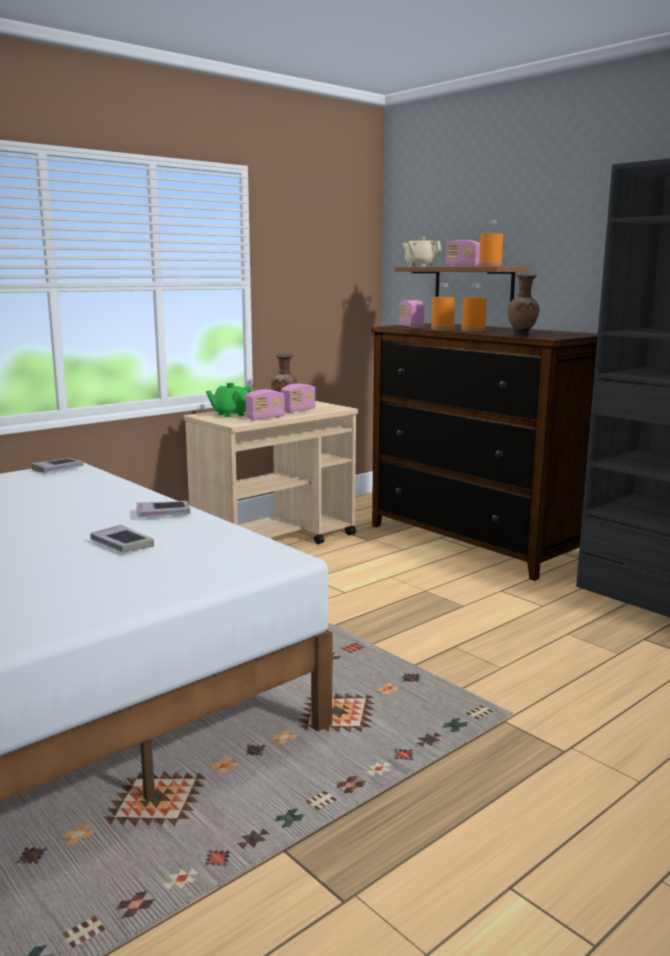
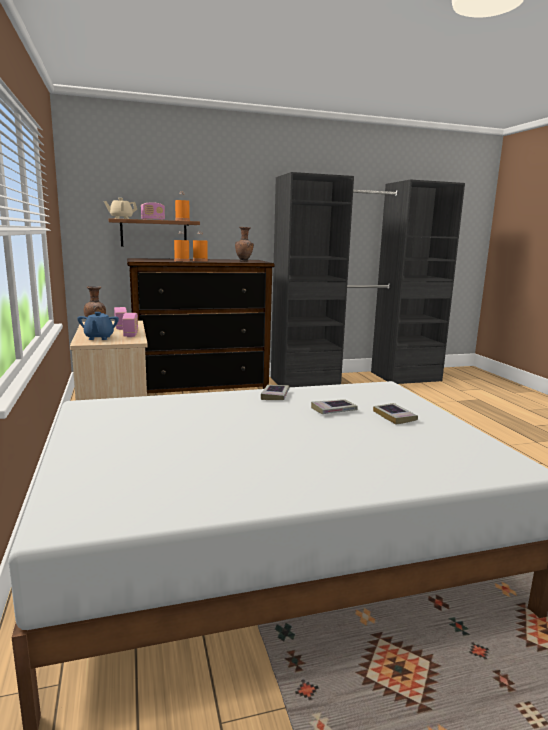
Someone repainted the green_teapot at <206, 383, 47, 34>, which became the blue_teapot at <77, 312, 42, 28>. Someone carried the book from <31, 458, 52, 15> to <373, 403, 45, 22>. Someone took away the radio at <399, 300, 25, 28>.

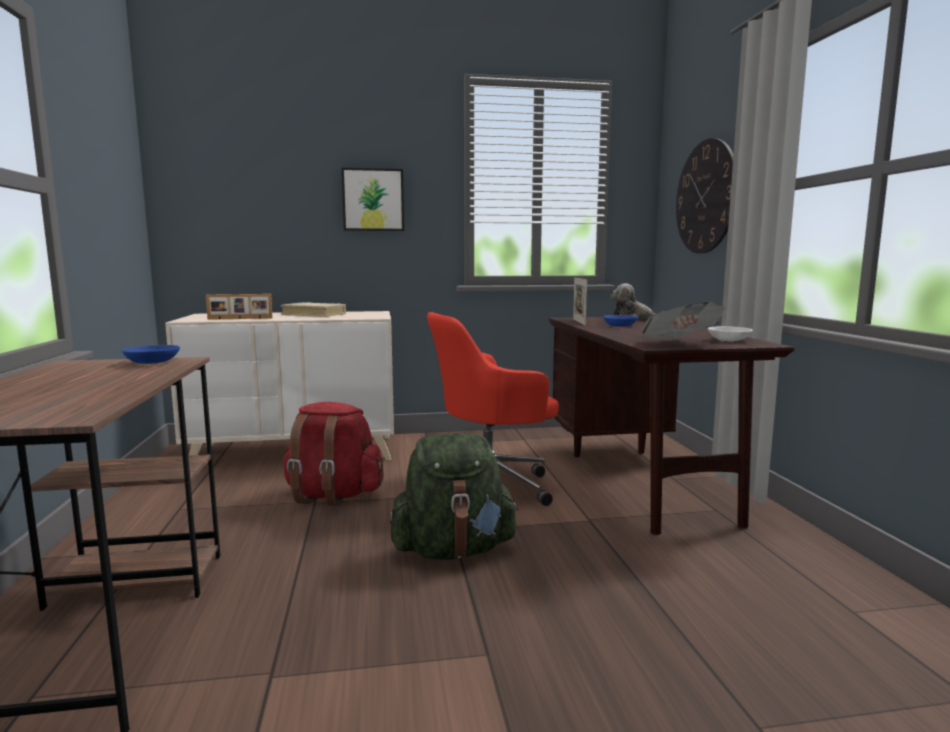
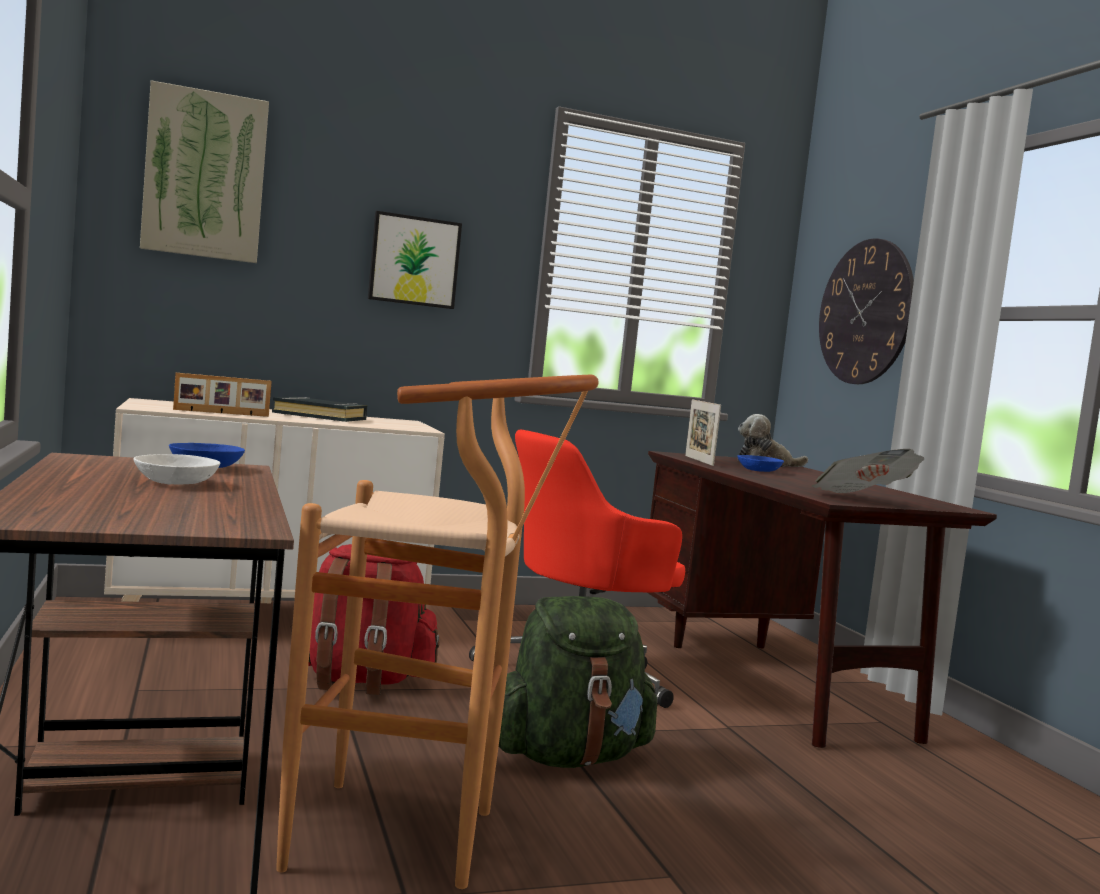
Someone carried the white_bowl from <708, 326, 45, 15> to <133, 454, 87, 30>. Someone put up the picture at <140, 80, 129, 183>. Someone repainted the beige_book at <281, 302, 65, 15>, which became the black_book at <272, 397, 95, 25>. Someone put down the brown_stool at <276, 375, 323, 514>.

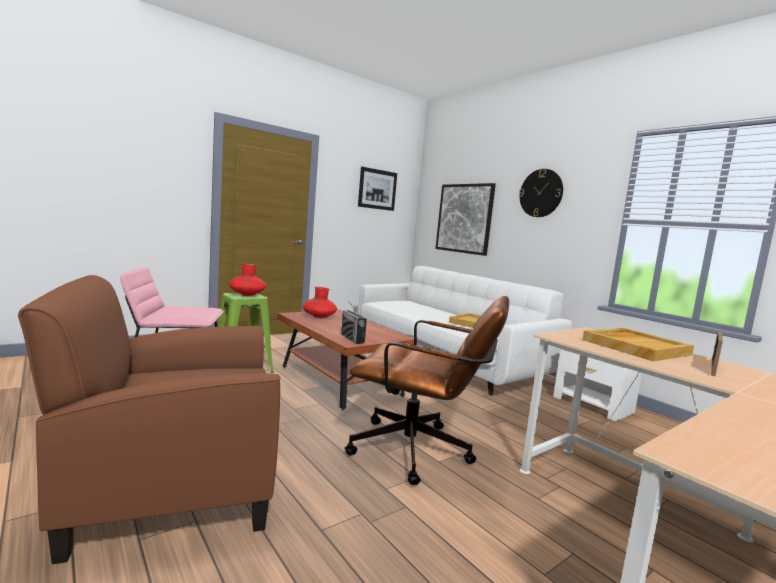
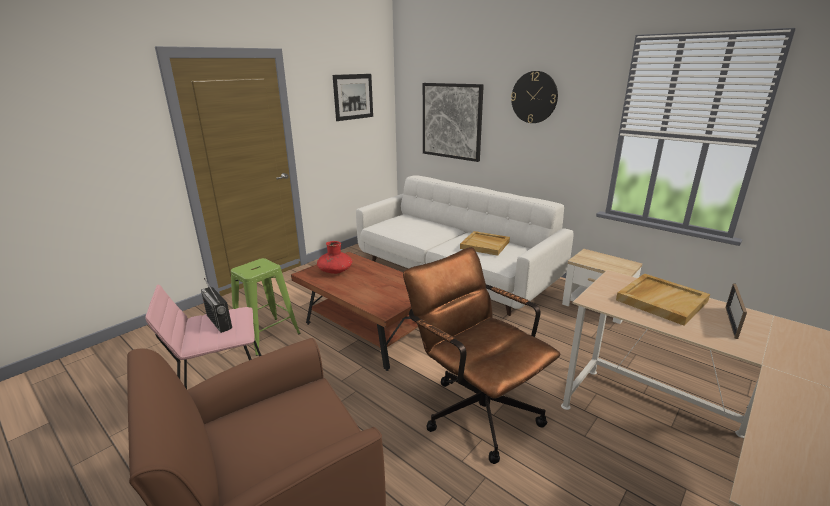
Someone carried the radio from <341, 302, 26, 42> to <201, 278, 31, 55>. Someone rotated the brown_office_chair at <345, 296, 164, 189> by 135 degrees counterclockwise. Someone took away the red_vase at <229, 264, 37, 32>.

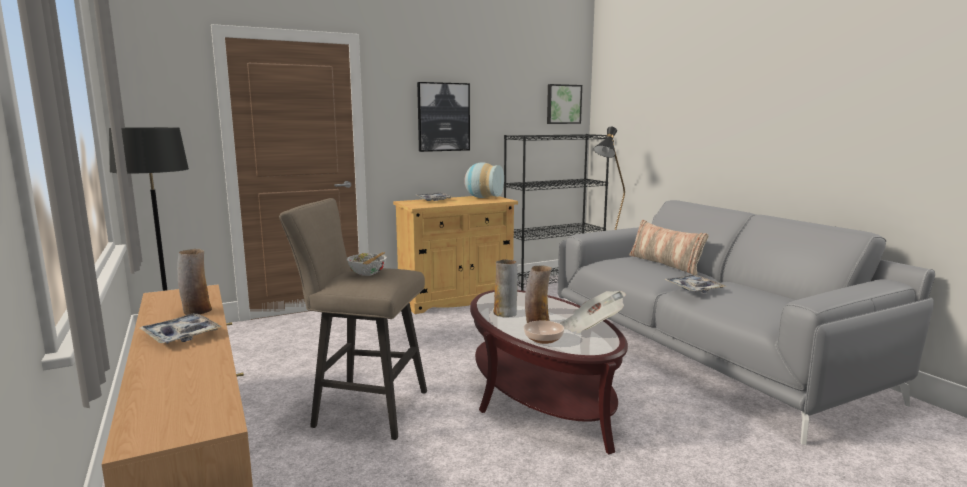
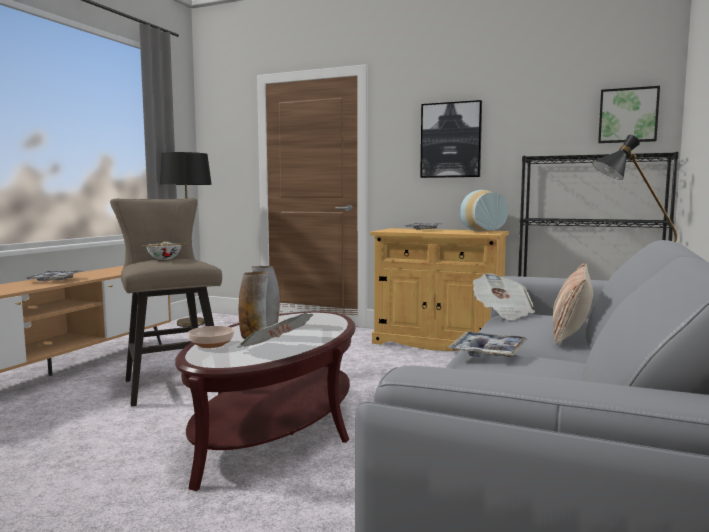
Someone put down the newspaper at <473, 273, 62, 47>. Someone took away the vase at <177, 249, 35, 66>.

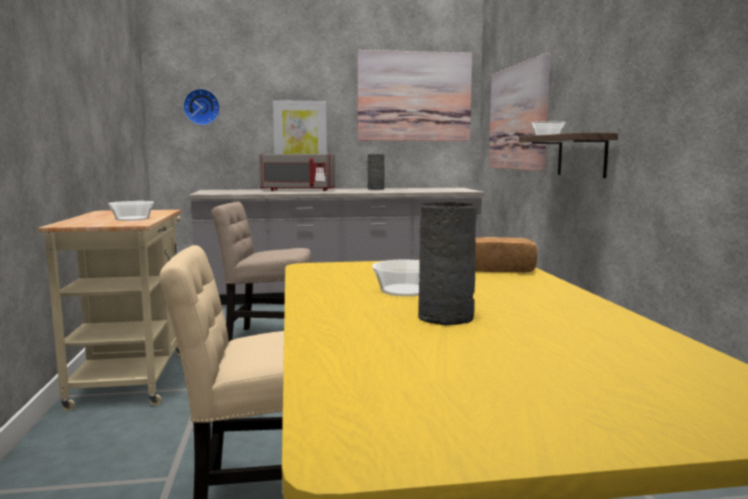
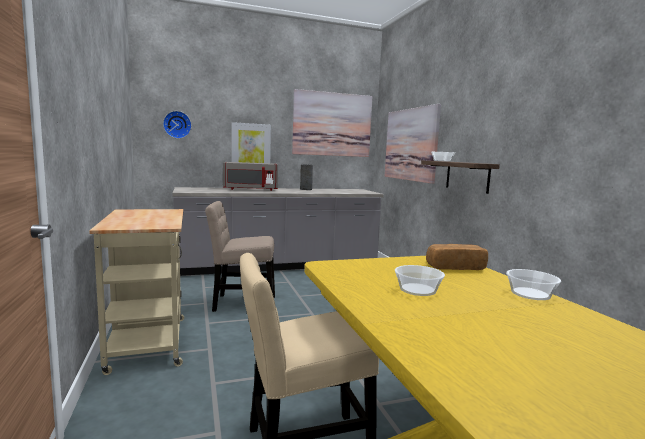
Someone carried the bowl from <108, 201, 46, 20> to <506, 269, 55, 31>. Someone took away the grey_vase at <418, 202, 59, 123>.

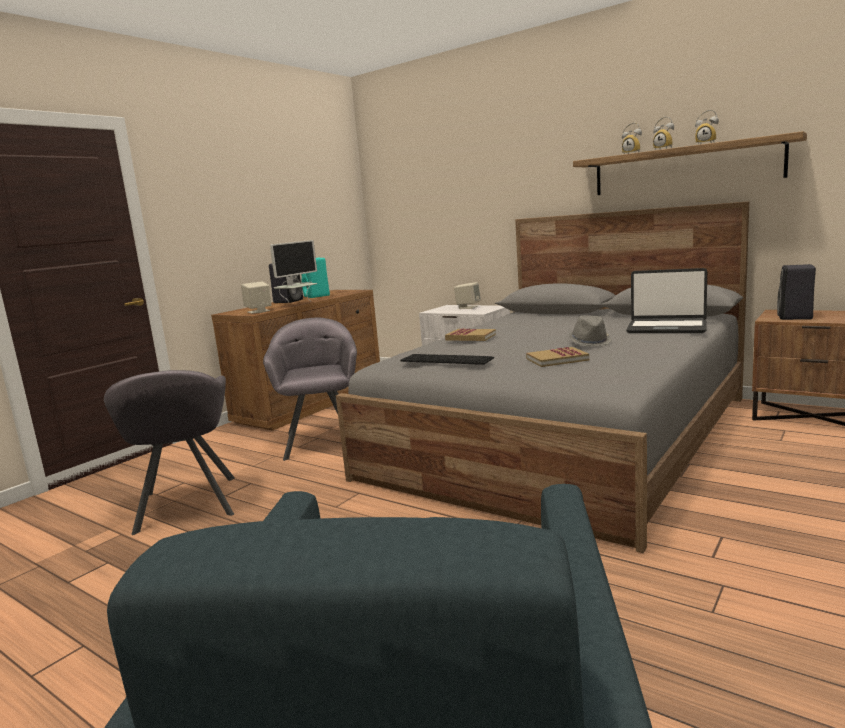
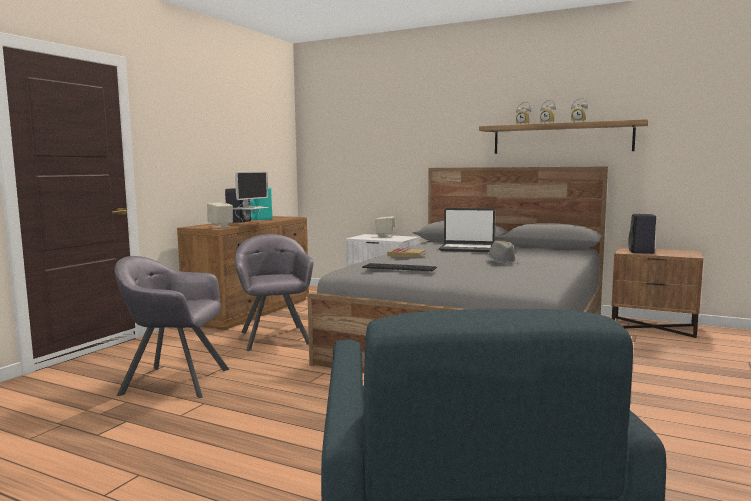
Someone rotated the grey_armchair at <104, 370, 131, 165> by 120 degrees clockwise. Someone carried the laptop from <626, 268, 81, 65> to <439, 208, 56, 44>. Someone took away the book at <526, 347, 63, 20>.

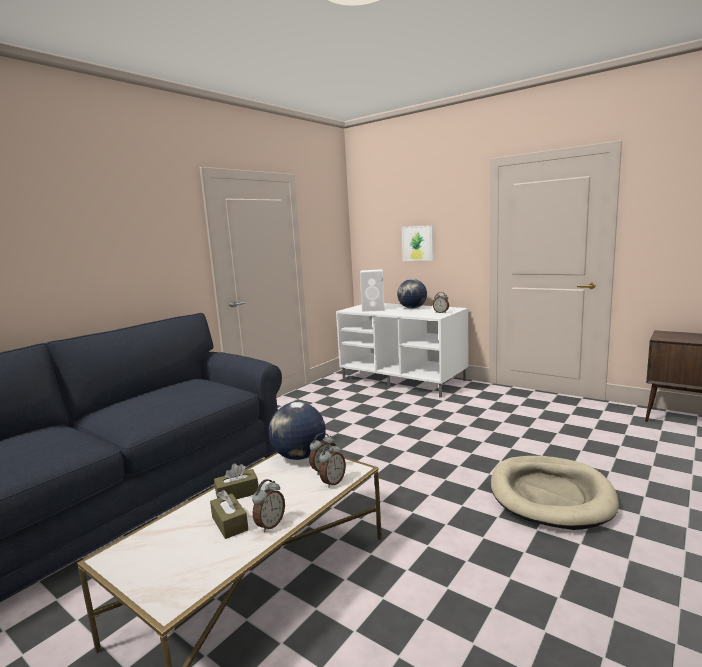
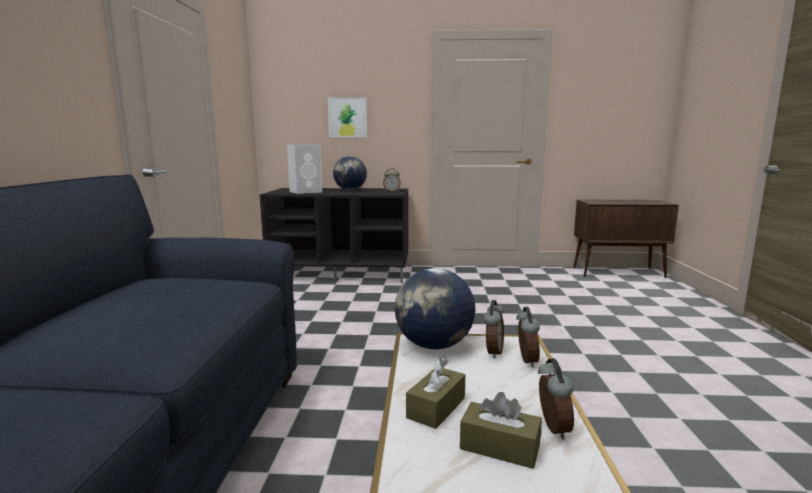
Someone repainted the white_tv_stand at <336, 303, 132, 95>, which became the black_tv_stand at <260, 188, 148, 95>. Someone took away the beige_dog_bed at <491, 456, 128, 74>.

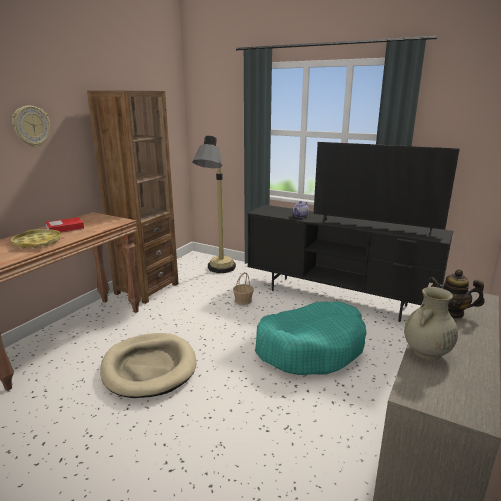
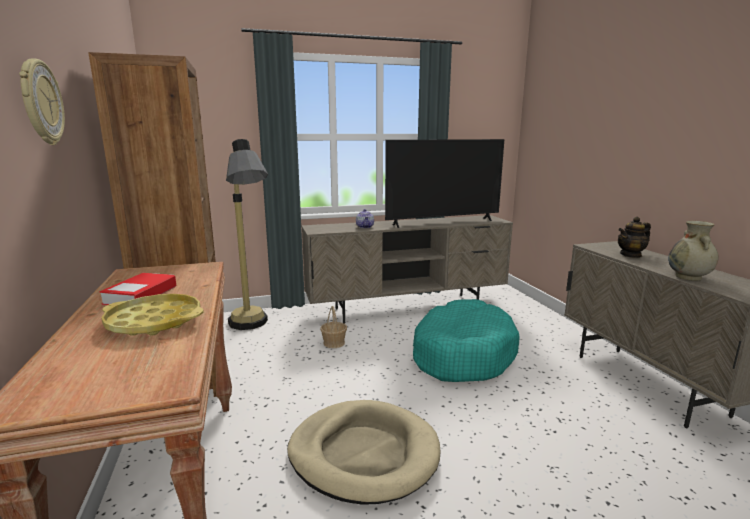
Someone repainted the black_tv_stand at <247, 205, 206, 117>, which became the beige_tv_stand at <302, 215, 211, 109>.

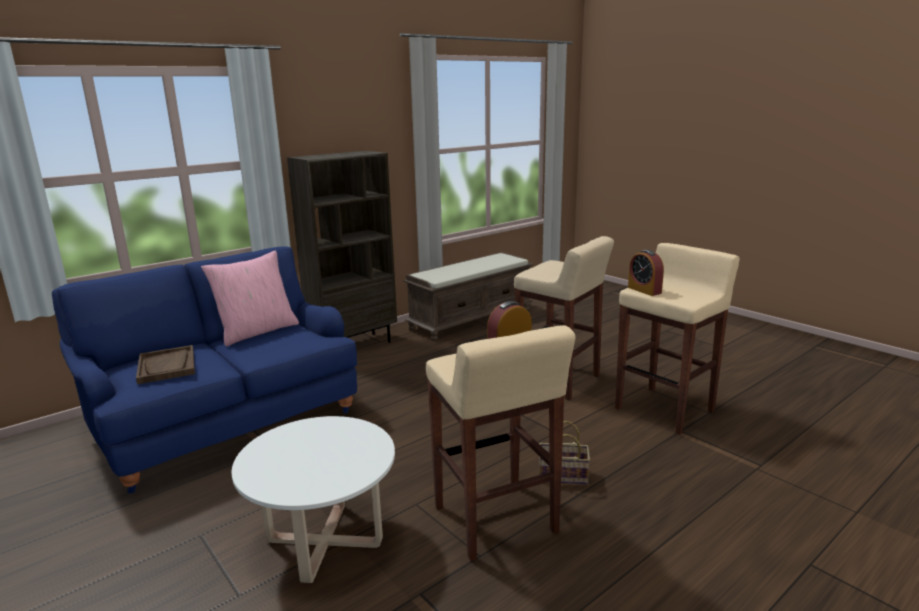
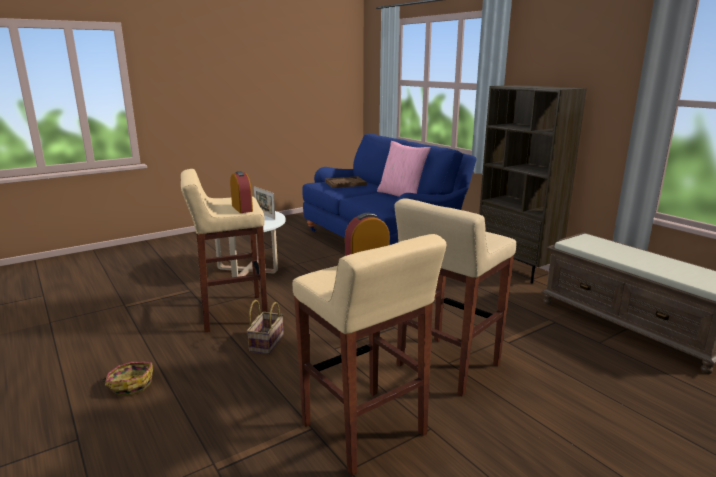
Someone put down the basket at <102, 362, 51, 34>. Someone put down the picture_frame at <254, 186, 21, 33>.

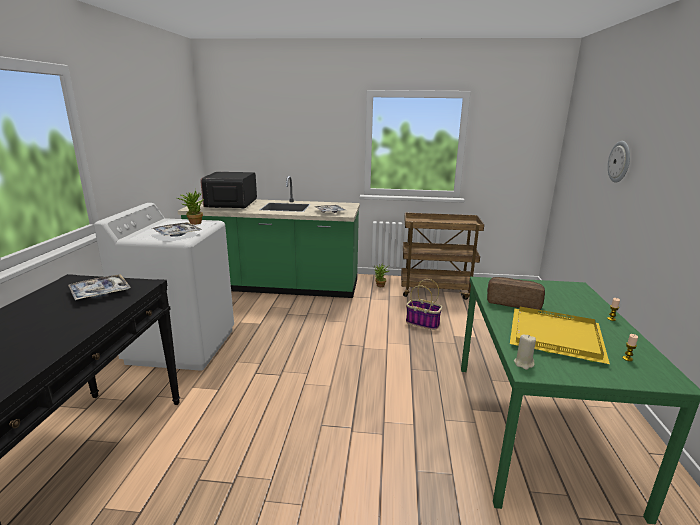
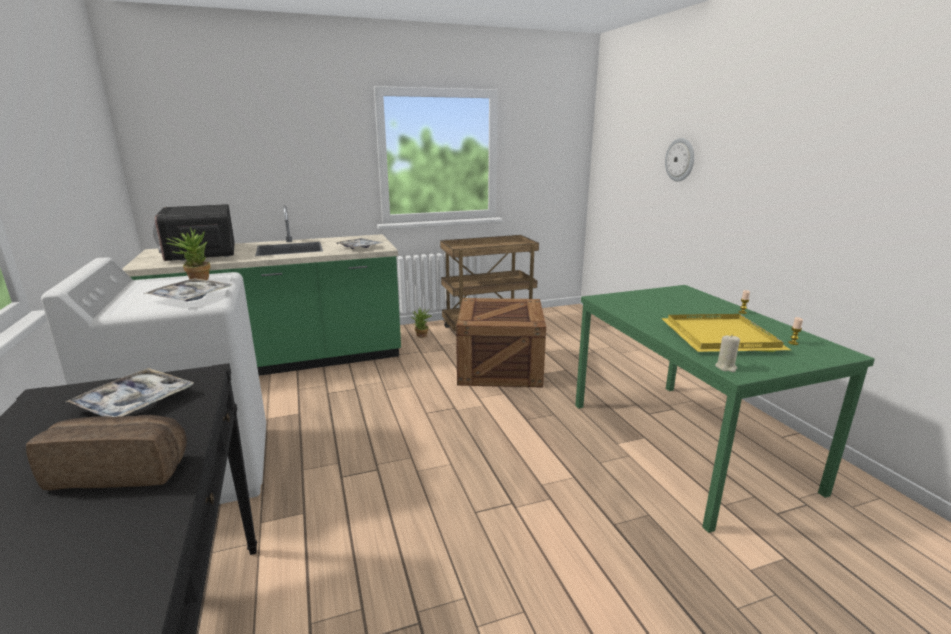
Someone carried the bread from <487, 277, 58, 33> to <26, 415, 161, 75>. Someone swapped the basket at <406, 279, 36, 51> for the crate at <456, 298, 90, 89>.

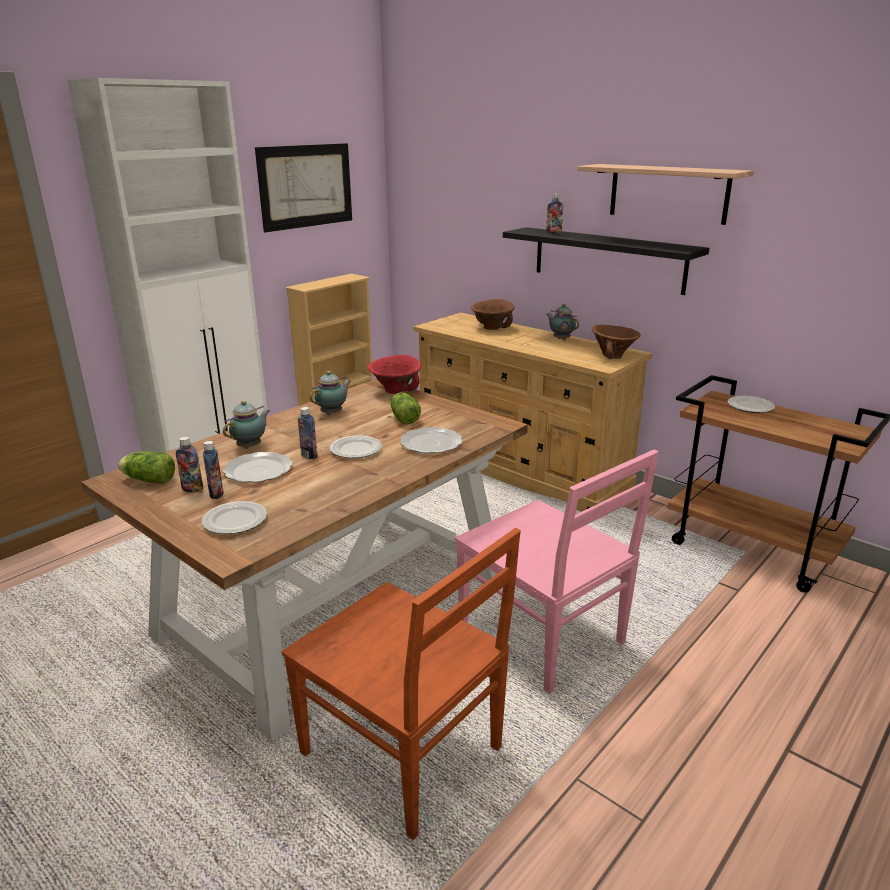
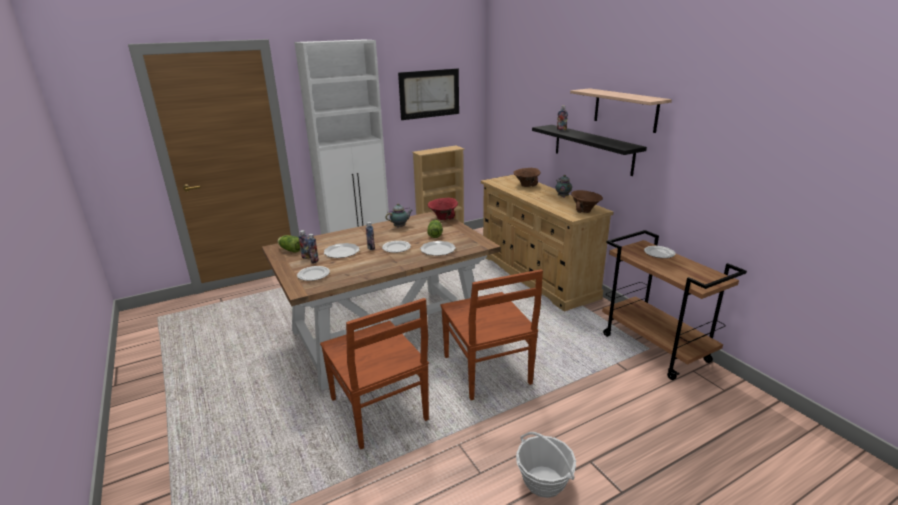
Someone repainted the pink_chair at <455, 449, 203, 245>, which became the brown_chair at <441, 269, 102, 131>. Someone put down the basket at <516, 432, 60, 66>. Someone took away the teapot at <223, 400, 47, 49>.

